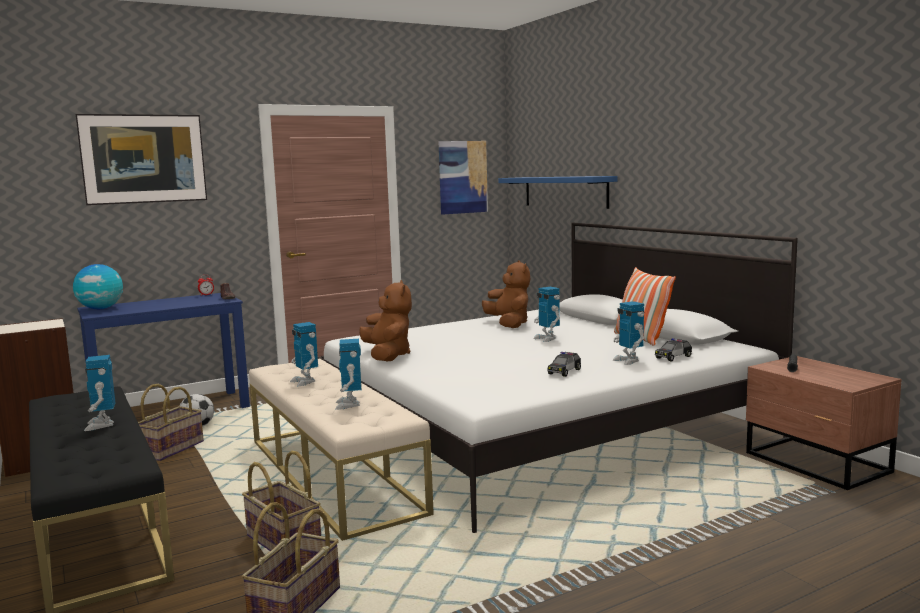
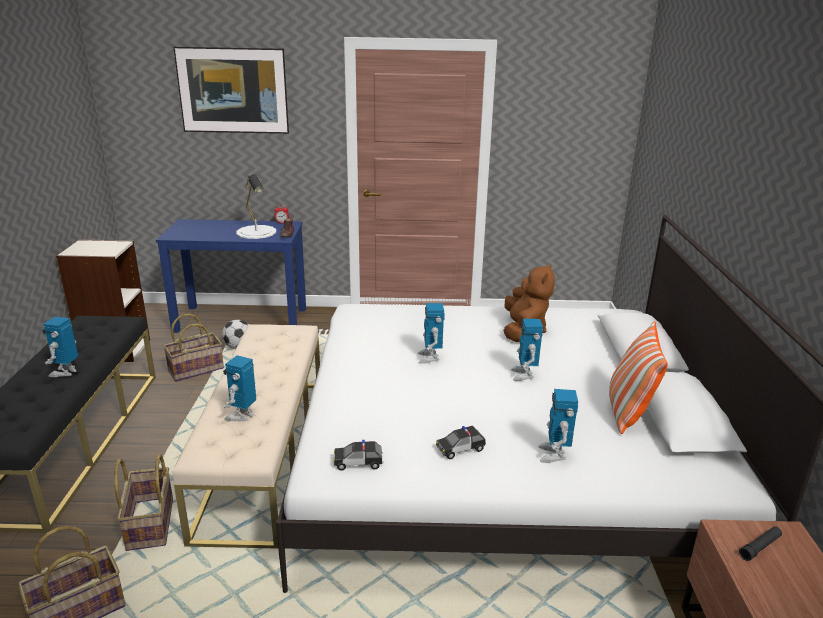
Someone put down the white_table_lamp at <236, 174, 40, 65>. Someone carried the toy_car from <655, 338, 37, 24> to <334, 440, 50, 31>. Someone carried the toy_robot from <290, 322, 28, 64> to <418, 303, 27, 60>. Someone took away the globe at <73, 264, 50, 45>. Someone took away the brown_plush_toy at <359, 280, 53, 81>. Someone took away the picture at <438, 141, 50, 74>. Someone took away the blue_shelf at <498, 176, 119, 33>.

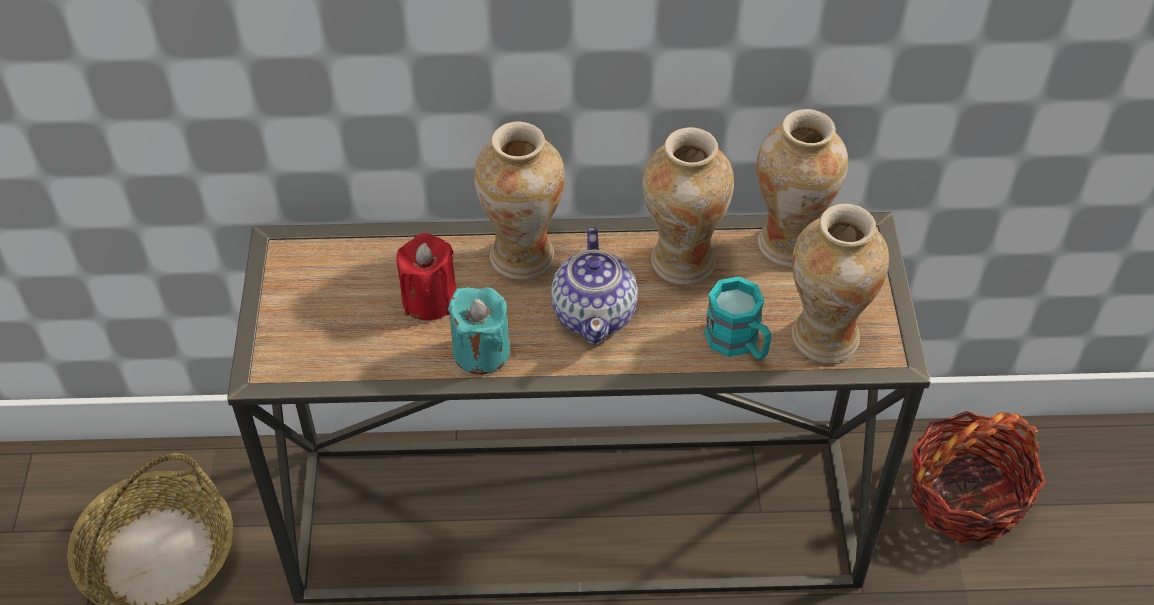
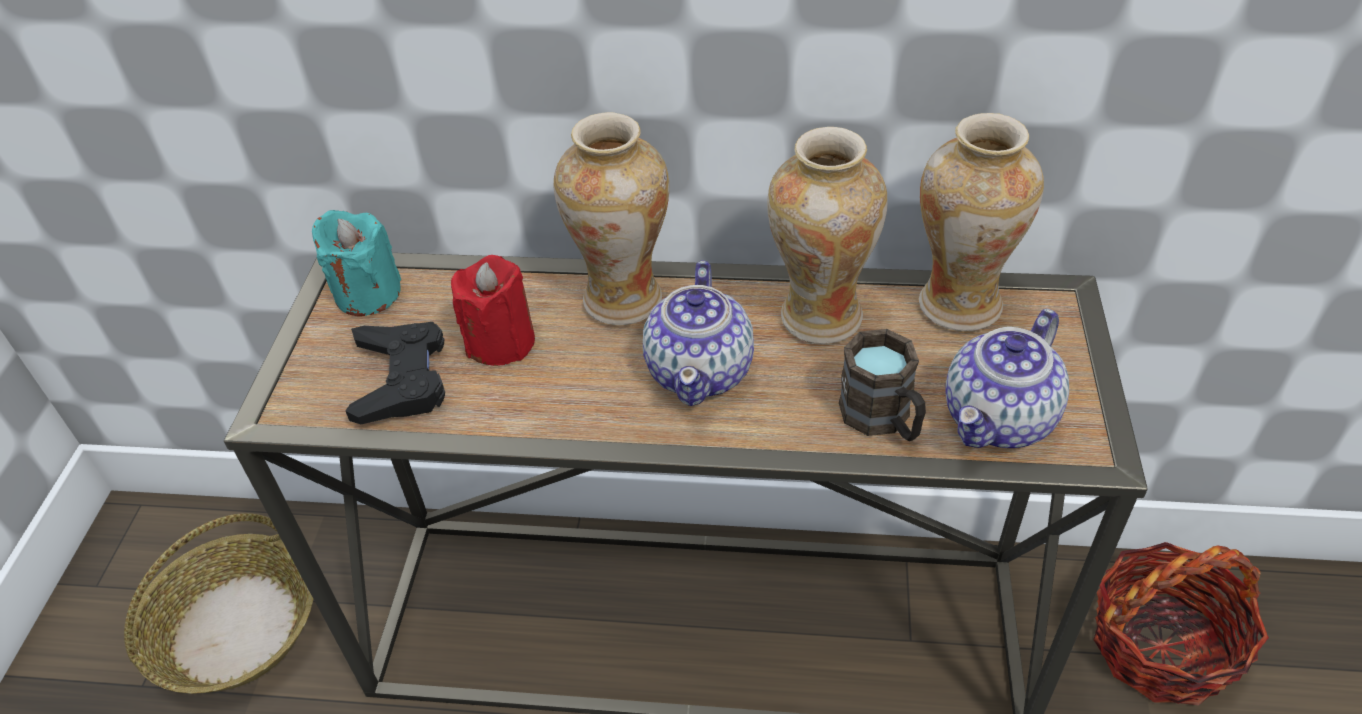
Someone carried the turquoise_candle from <448, 287, 62, 88> to <312, 210, 89, 106>. Someone put down the black_game_controller at <345, 322, 100, 102>. Someone repainted the turquoise_mug at <704, 277, 68, 83>, which became the brown_mug at <839, 329, 87, 112>. Someone swapped the vase at <792, 204, 97, 159> for the teapot at <945, 309, 124, 139>.

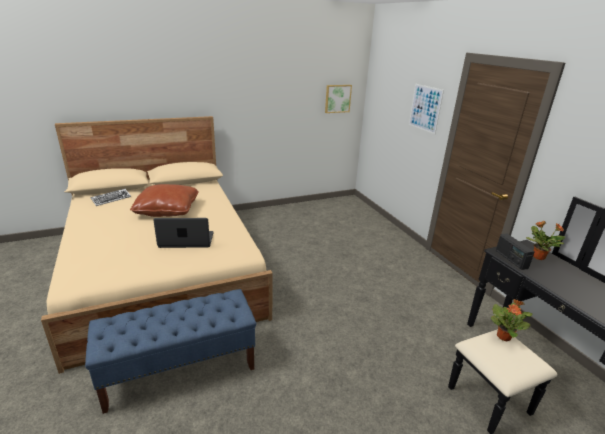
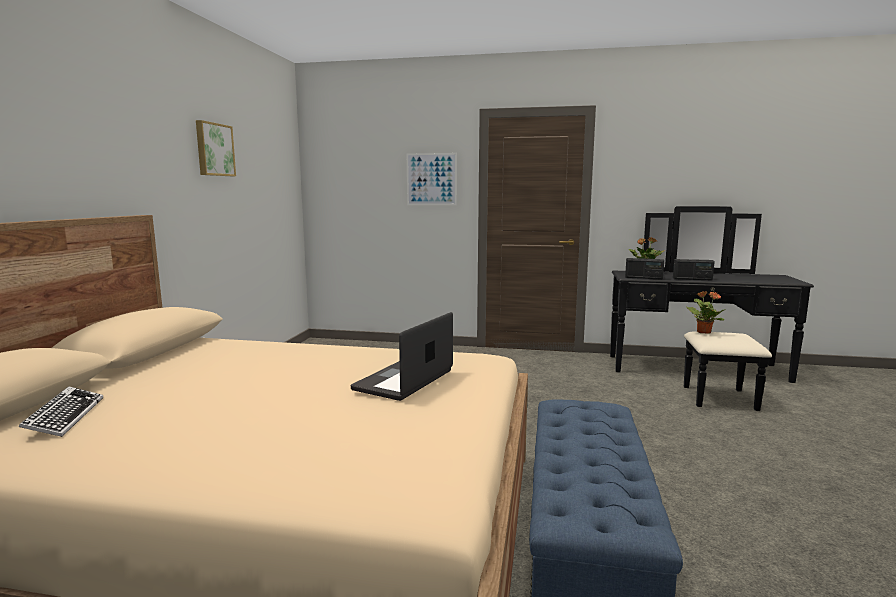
Someone carried the picture from <325, 85, 27, 28> to <196, 120, 40, 56>. Someone put down the radio at <673, 259, 42, 21>. Someone took away the brown_pillow at <130, 184, 68, 33>.

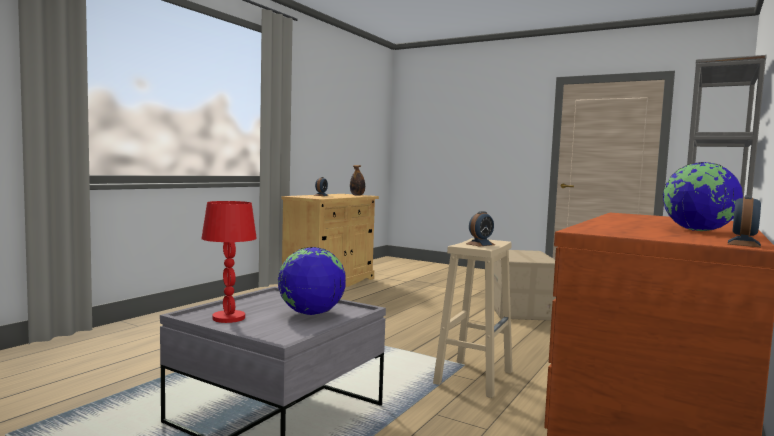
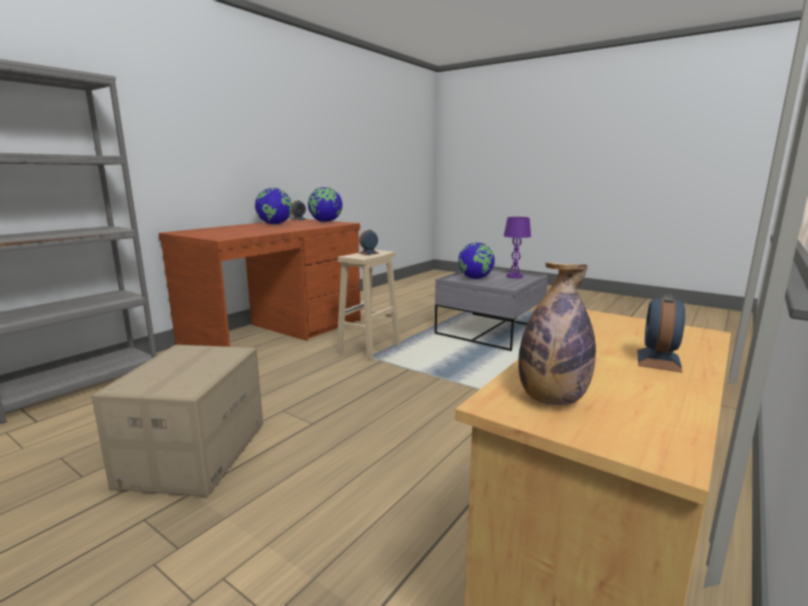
Someone put down the globe at <308, 187, 35, 35>. Someone repainted the red_table_lamp at <201, 201, 56, 122>, which became the purple_table_lamp at <504, 217, 27, 61>.

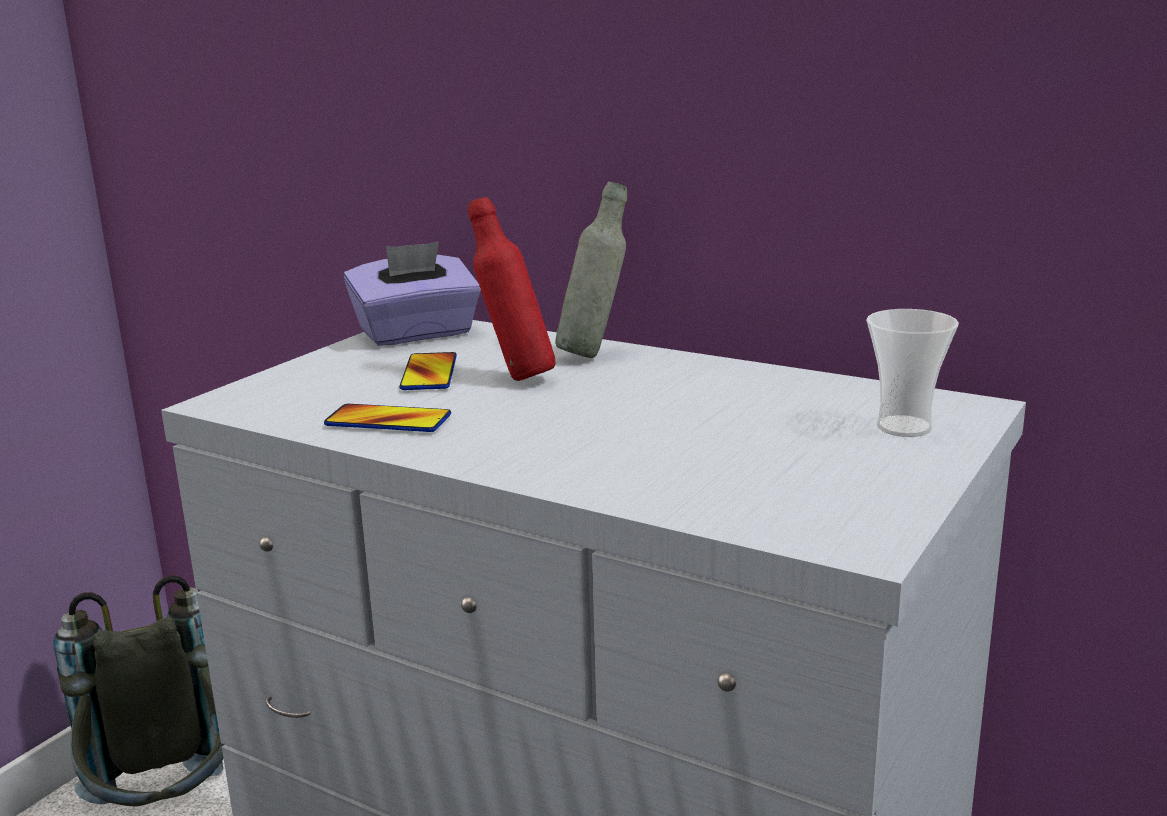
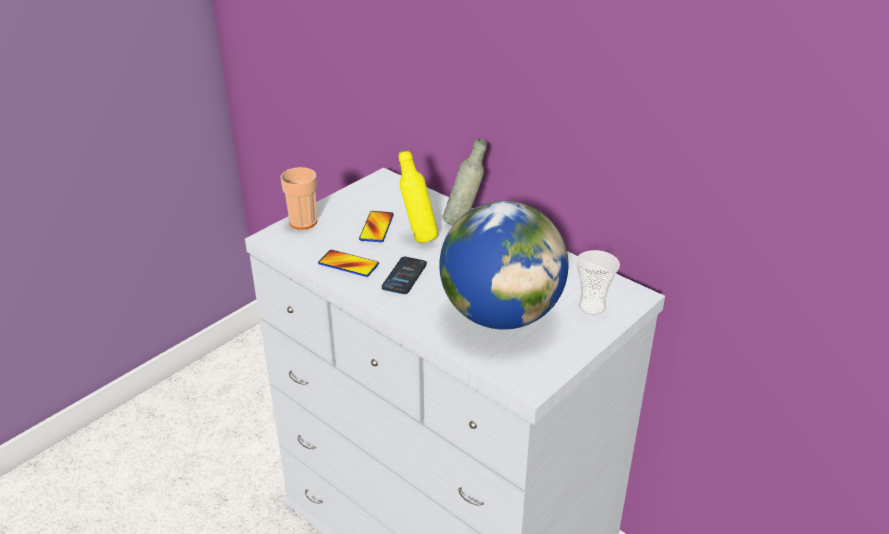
Someone put down the cup at <281, 167, 36, 63>. Someone put down the phone at <382, 257, 45, 37>. Someone repainted the red_bottle at <468, 197, 87, 184>, which became the yellow_bottle at <399, 150, 39, 93>. Someone put down the globe at <439, 201, 129, 129>. Someone took away the grey_backpack at <53, 575, 171, 231>. Someone took away the purple_tissue_box at <344, 242, 137, 104>.

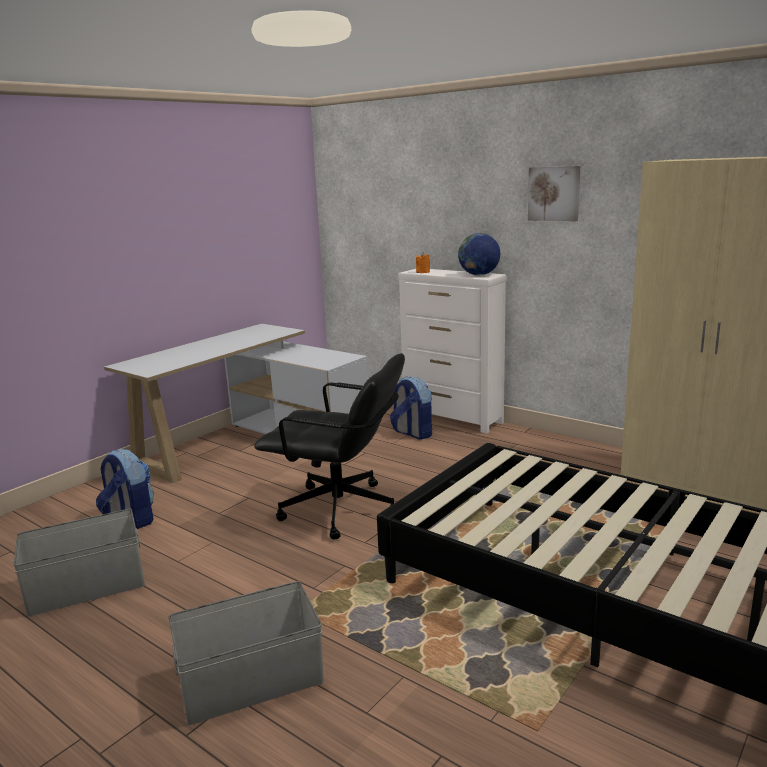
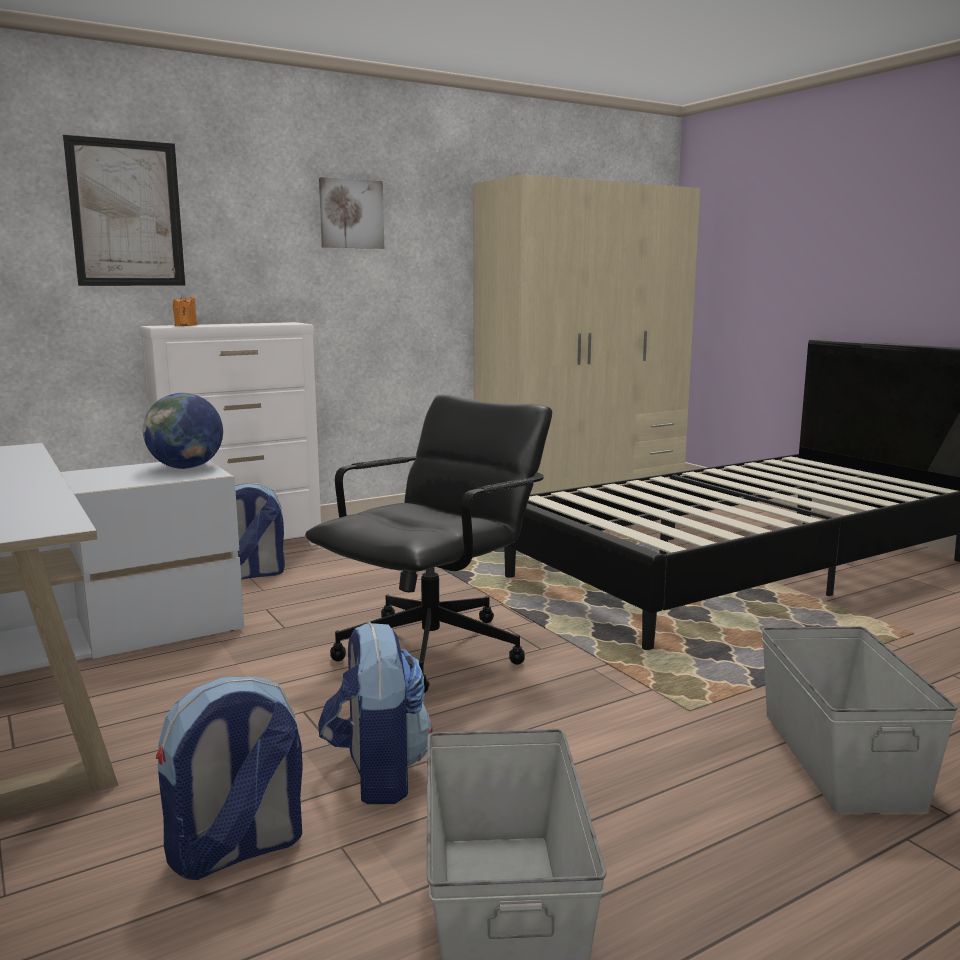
Someone put up the picture at <63, 135, 122, 151>. Someone carried the globe from <458, 233, 42, 42> to <143, 393, 80, 76>. Someone put down the backpack at <318, 621, 115, 183>.

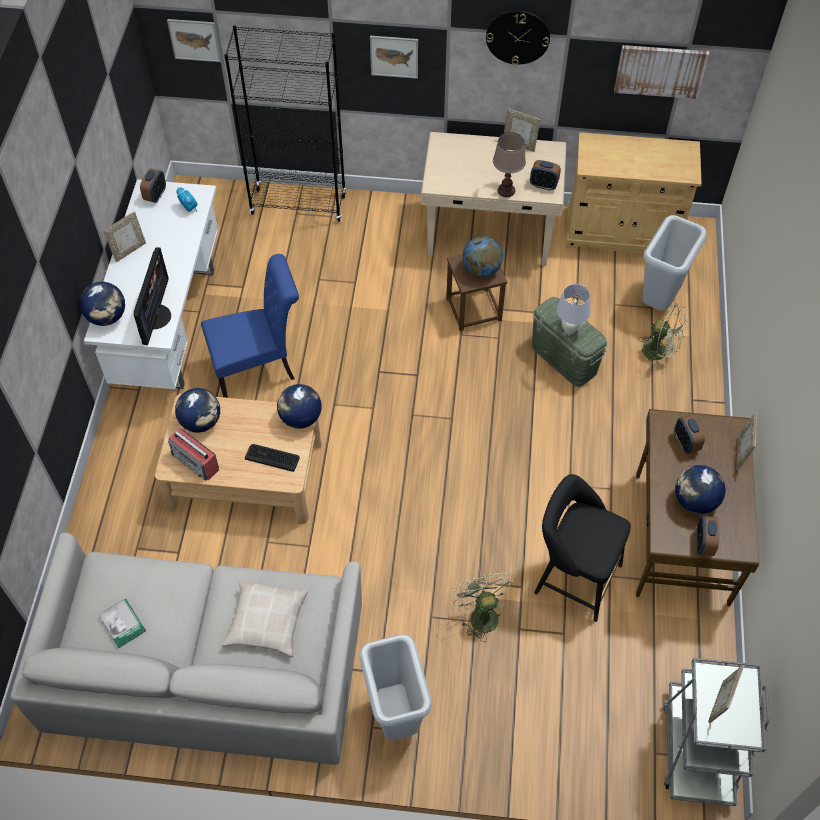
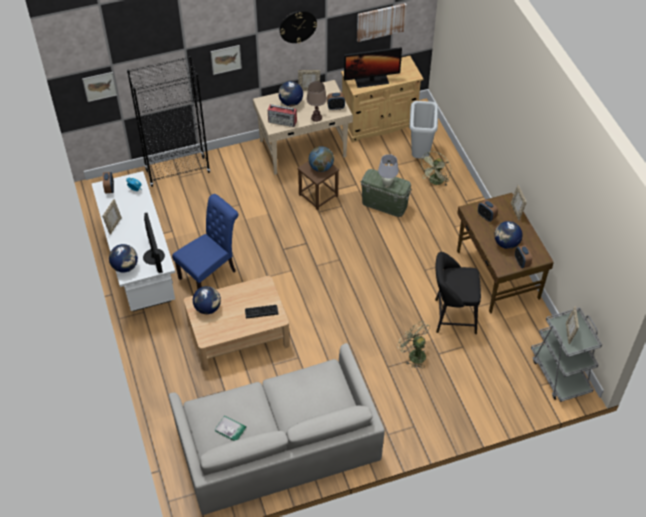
Someone carried the radio from <168, 428, 51, 53> to <268, 104, 29, 23>. Someone carried the globe from <277, 384, 44, 45> to <278, 81, 25, 25>. Someone put down the monitor at <344, 47, 58, 41>. Someone rotated the green_fan at <638, 303, 50, 66> by 120 degrees clockwise. Someone took away the beige_pillow at <222, 581, 86, 76>. Someone took away the grey_trash_can at <359, 634, 73, 106>.

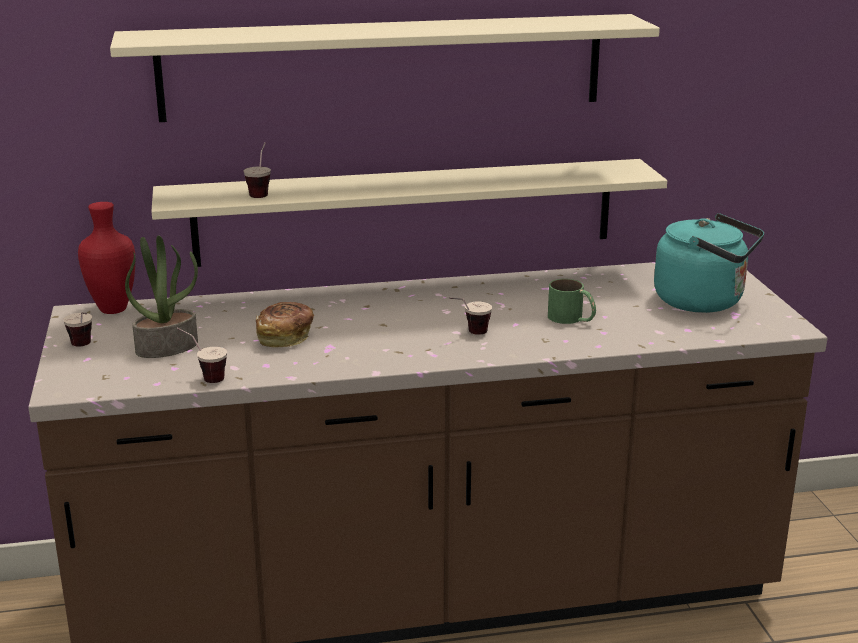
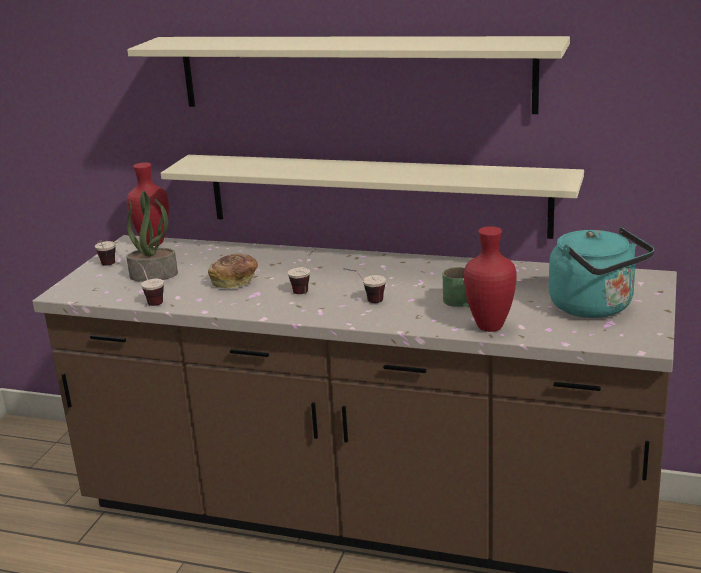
Someone carried the cup from <243, 142, 28, 56> to <288, 247, 28, 47>. Someone put down the red_vase at <464, 227, 53, 105>.

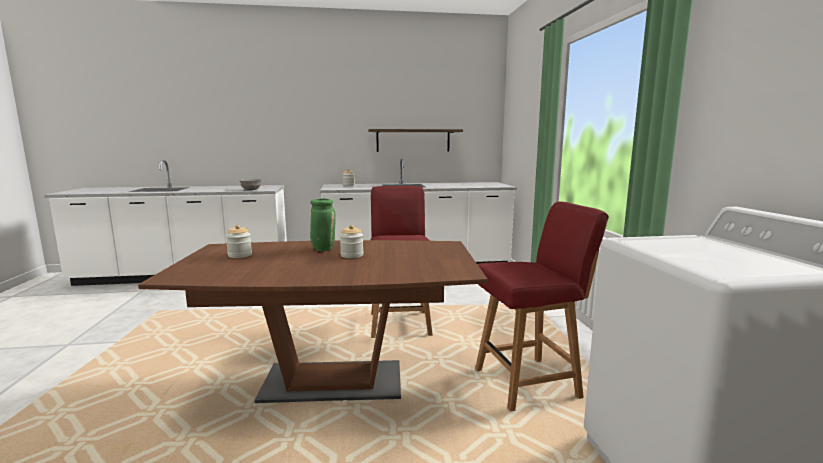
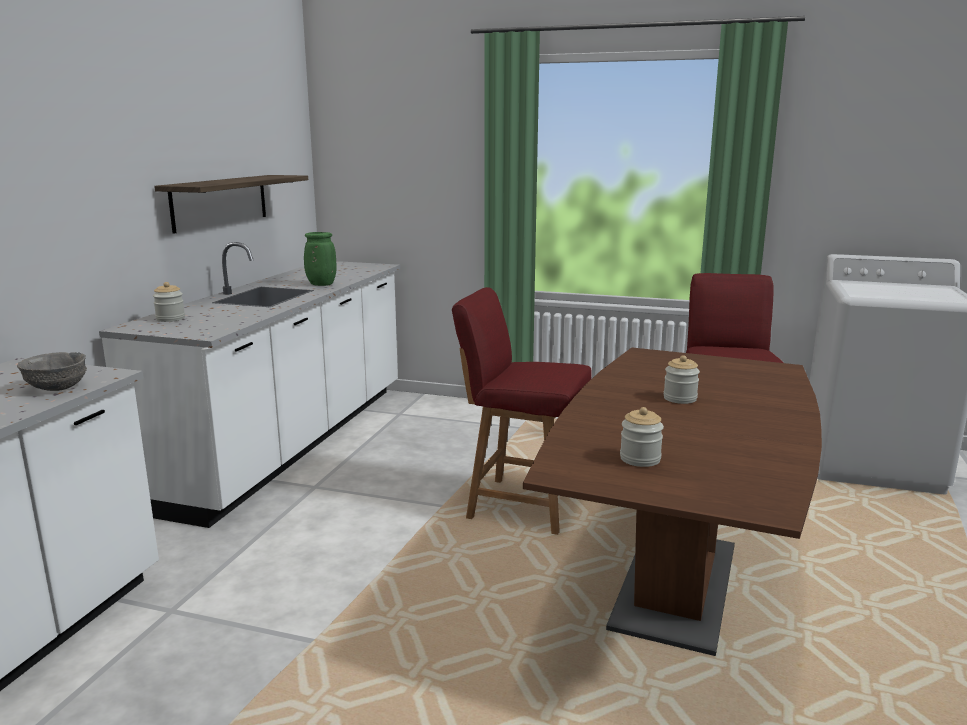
Someone carried the green_vase from <310, 199, 26, 52> to <304, 232, 32, 54>.

